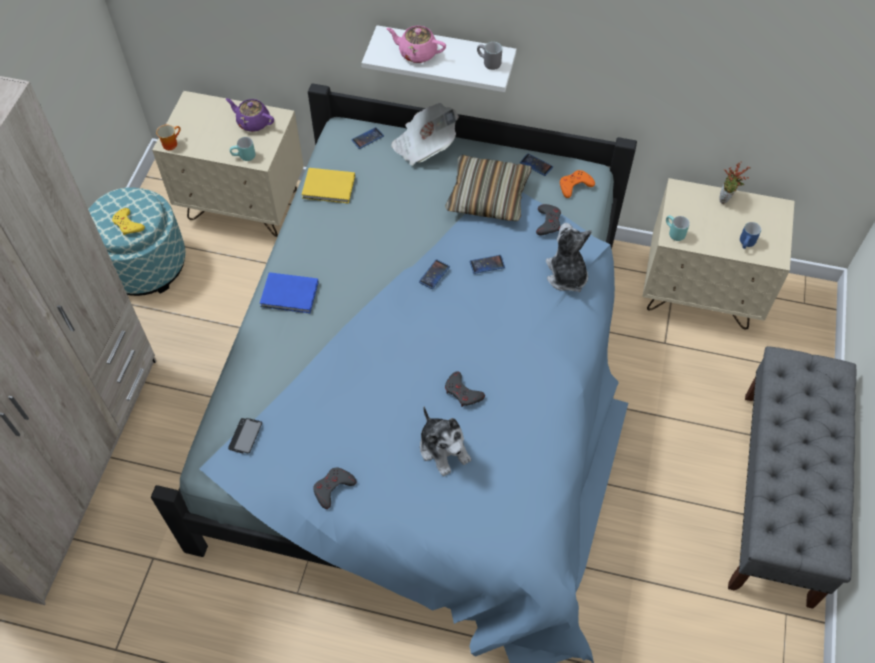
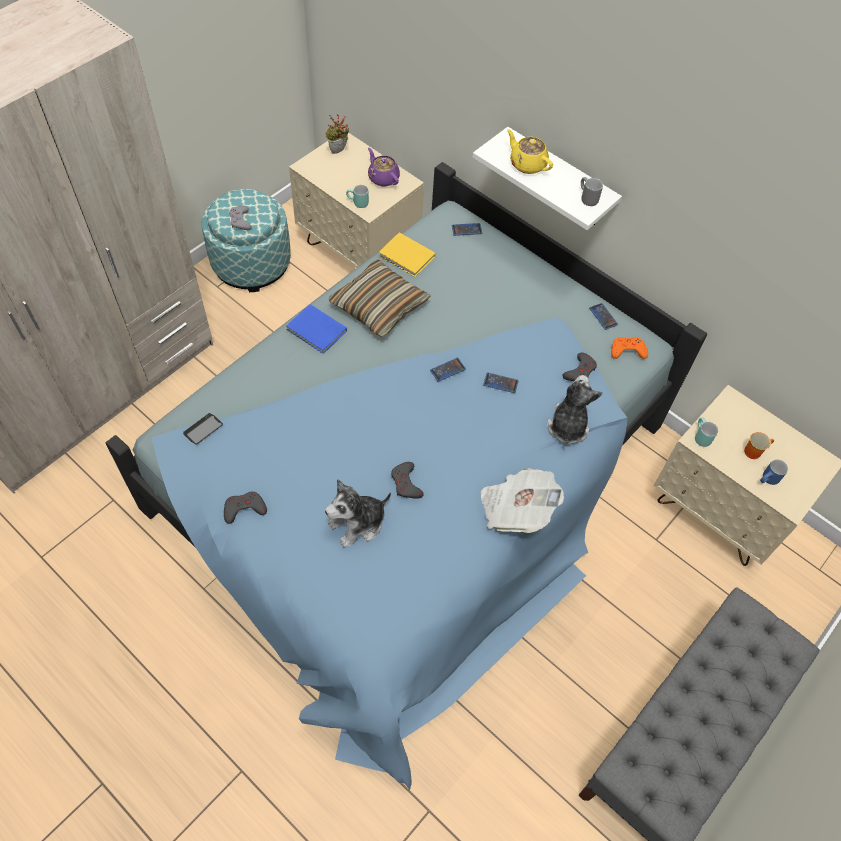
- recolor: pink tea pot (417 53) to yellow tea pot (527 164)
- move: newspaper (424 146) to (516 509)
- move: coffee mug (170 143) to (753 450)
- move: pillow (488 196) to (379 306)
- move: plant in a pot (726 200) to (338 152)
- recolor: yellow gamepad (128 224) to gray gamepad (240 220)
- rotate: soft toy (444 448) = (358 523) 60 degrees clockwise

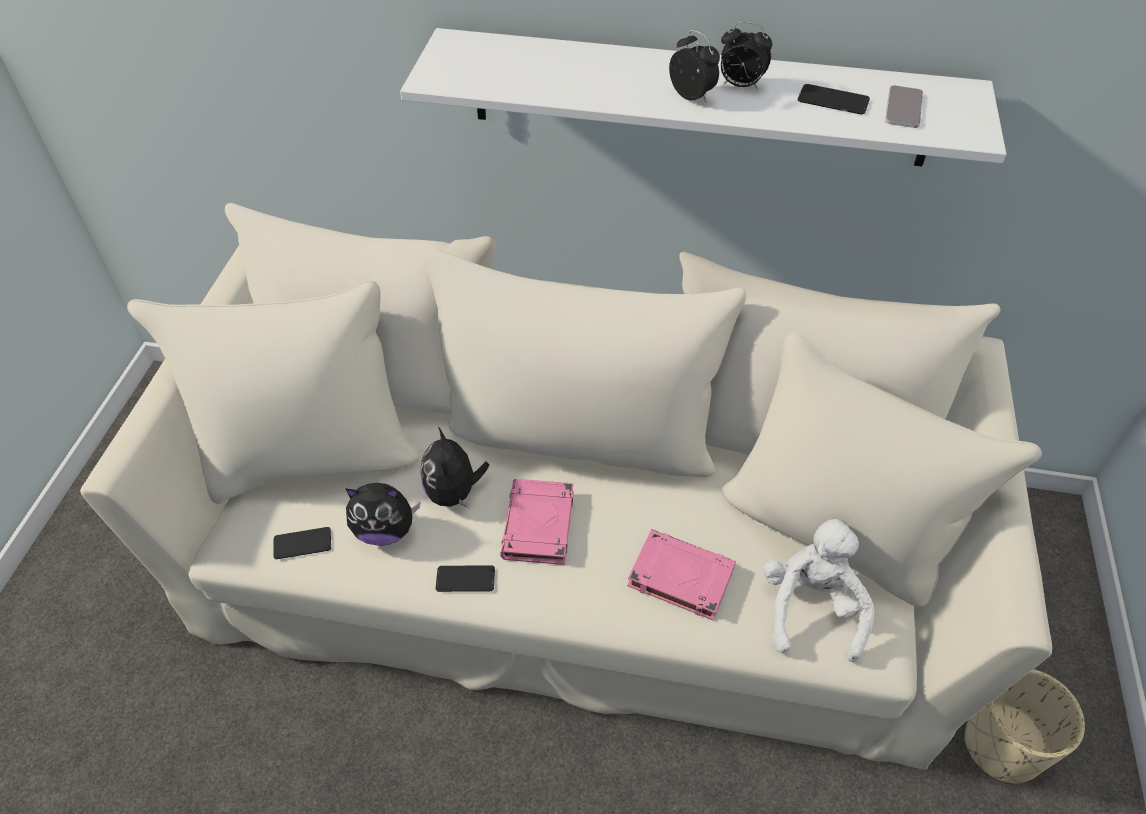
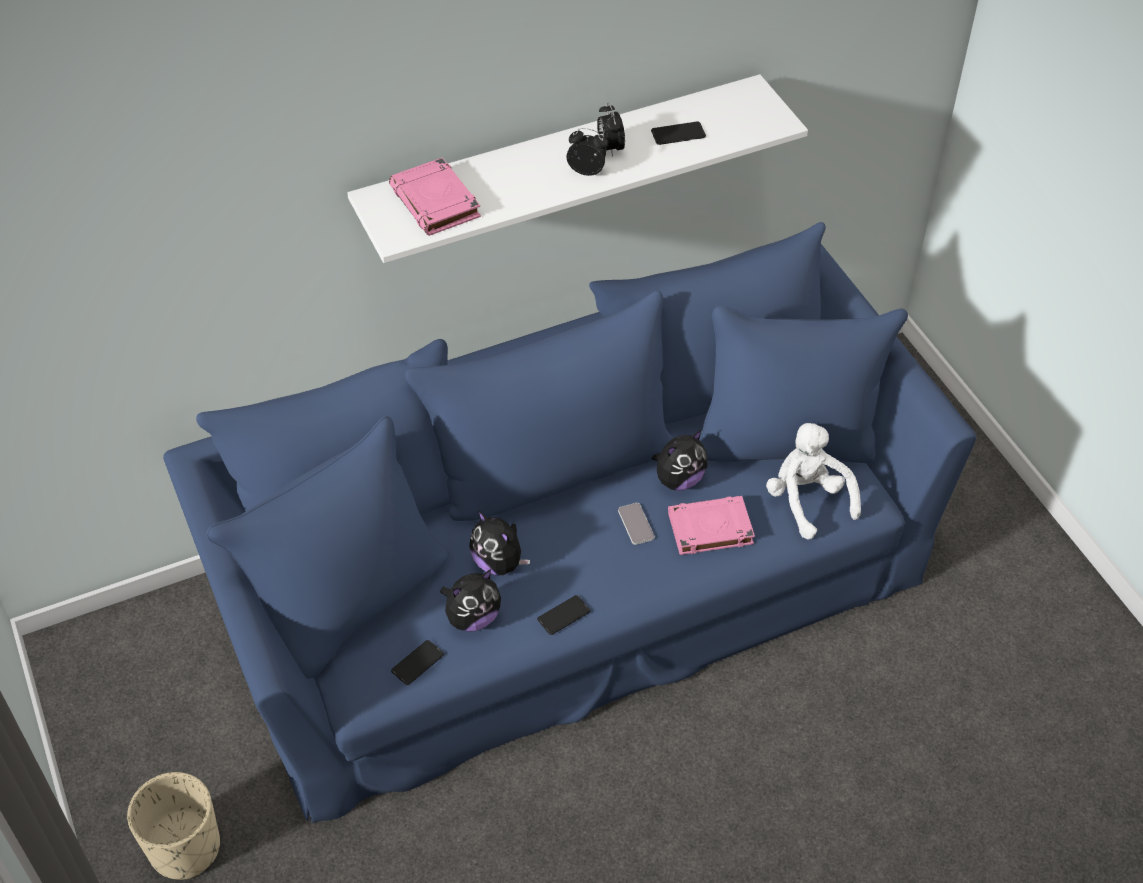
- rotate: alarm clock (740 85) = (610 148) 90 degrees clockwise
- move: phone (903 108) to (636 524)
- recolor: beige couch (573 557) to bluish couch (573 584)
- move: pink bound book (539 526) to (436 203)
- move: beige planter (1002 746) to (185 848)
- insert: soft toy (678 479)

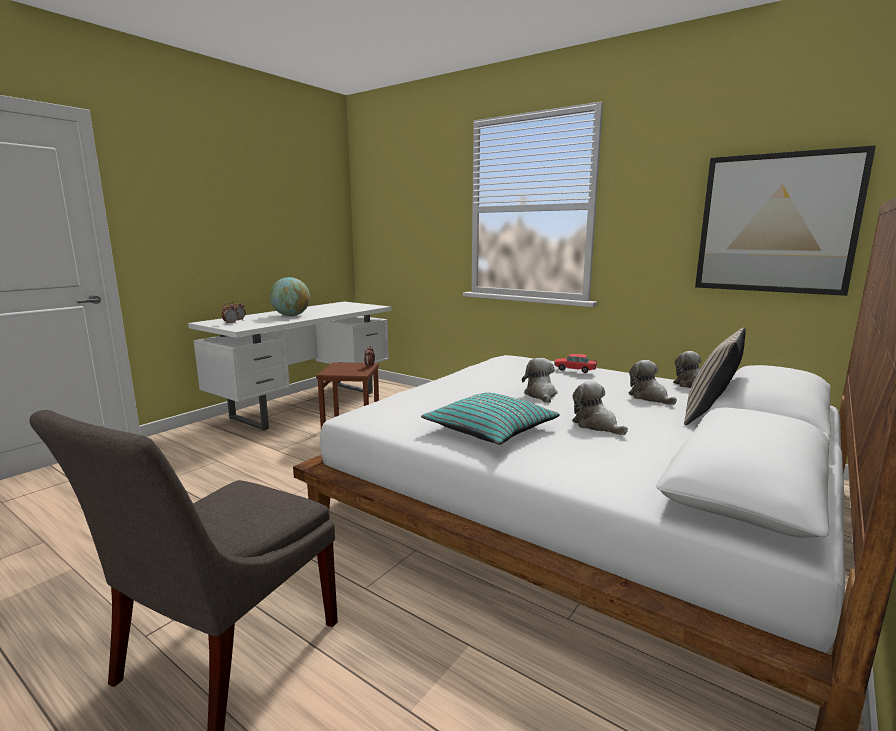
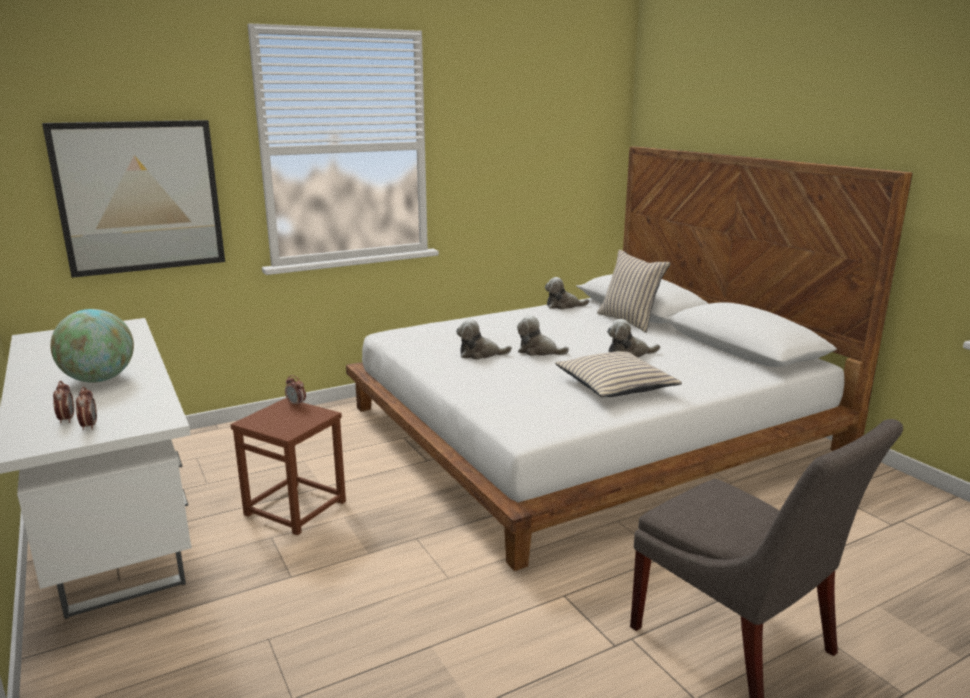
- move: wall art (776 224) to (140 197)
- delete: toy car (574 370)
- move: soft toy (649 397) to (480 354)
- recolor: turquoise pillow (491 429) to beige pillow (615 386)

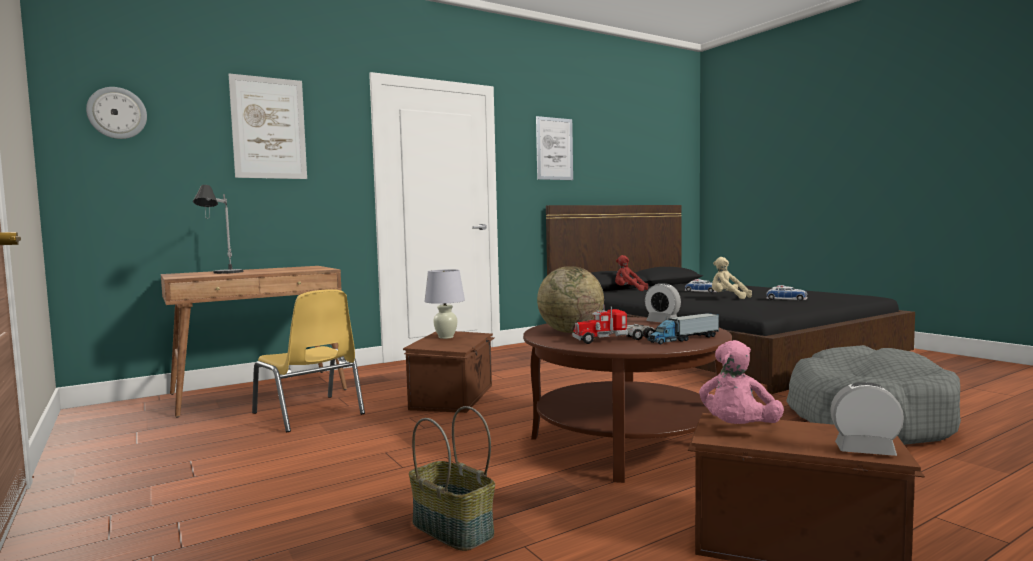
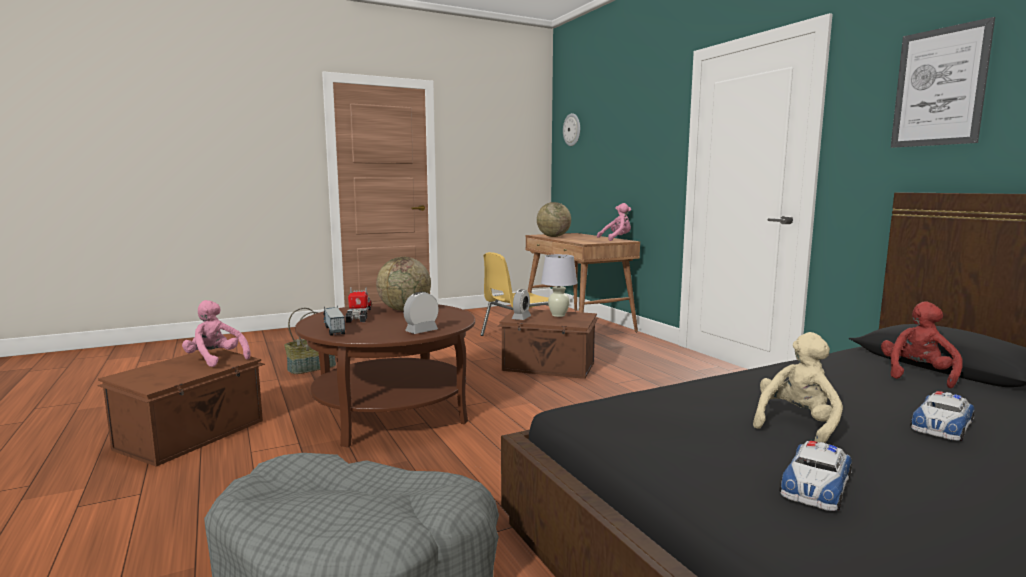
- delete: wall art (269 128)
- replace: tabletop lamp (221 274) to desk globe (553 236)
- move: alarm clock (865 450) to (521 318)
- insert: pink soft toy (616 239)

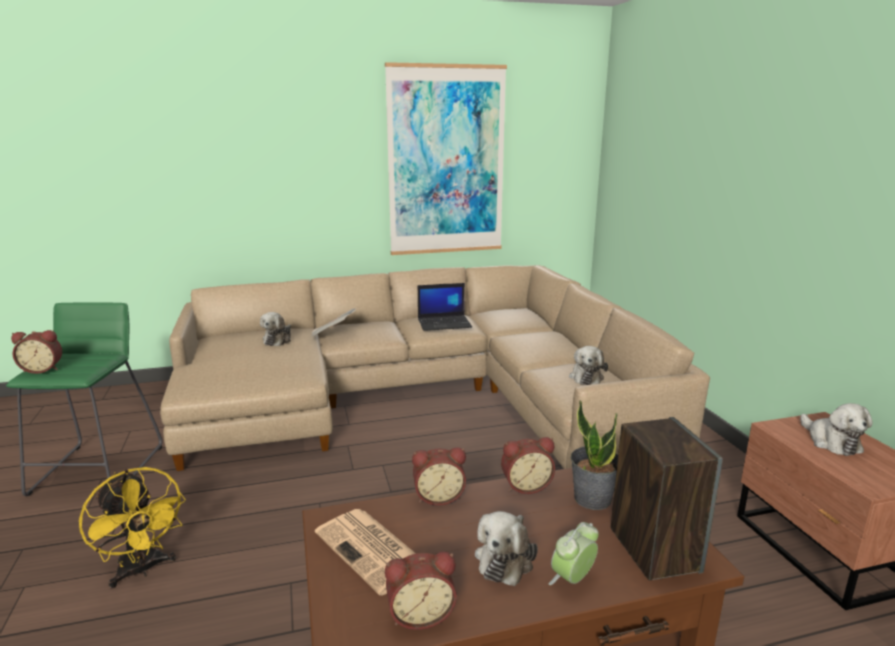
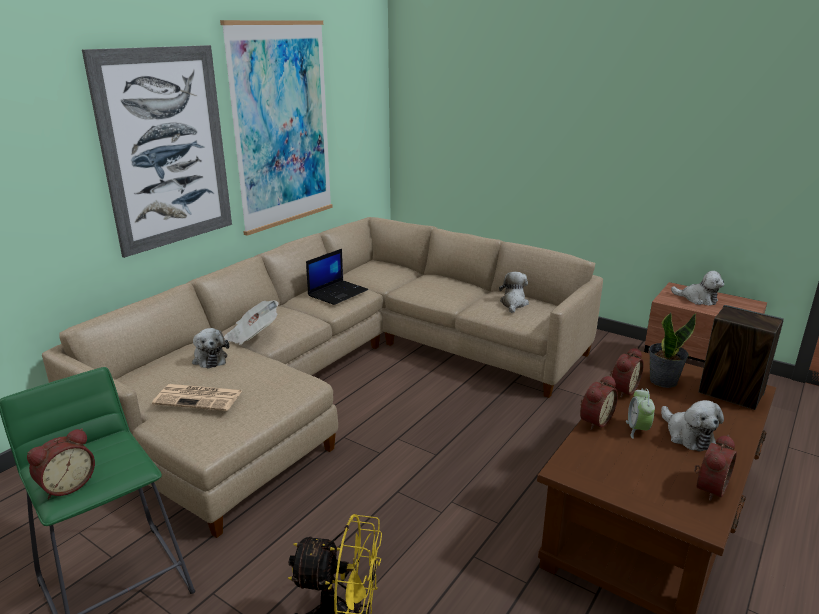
- rotate: soft toy (586 377) = (513 304) 135 degrees counterclockwise
- move: newspaper (373 550) to (199 398)
- move: alarm clock (572 579) to (637 430)
- insert: wall art (166 149)

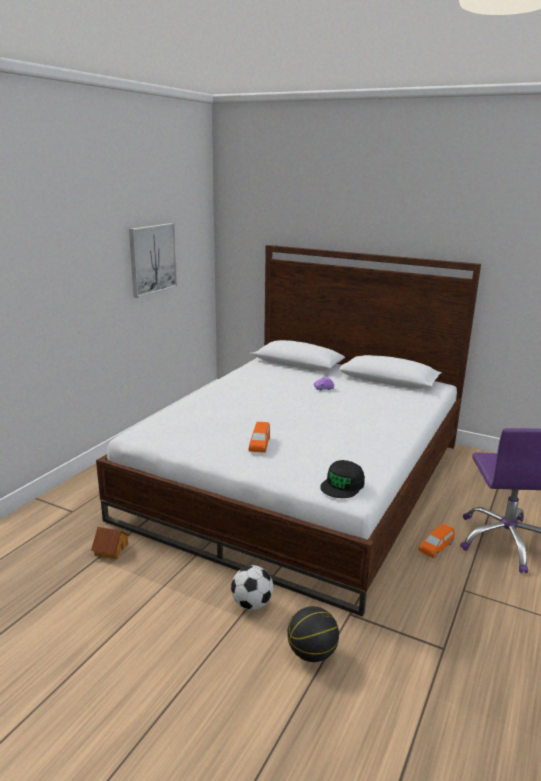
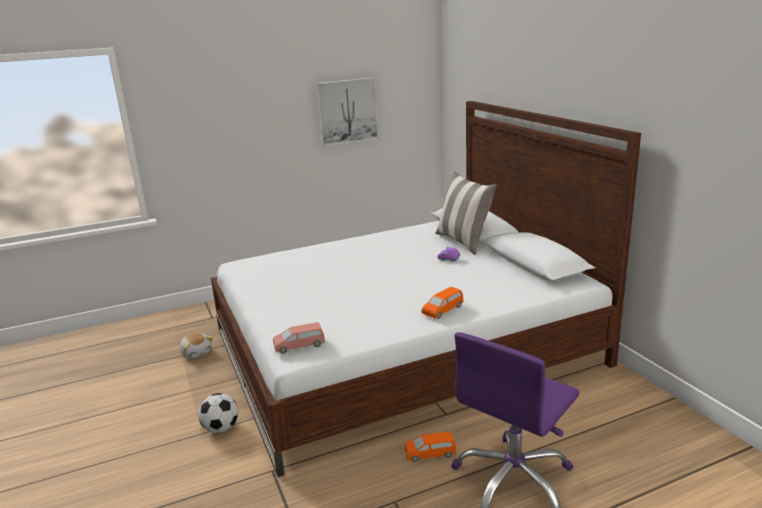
- move: orange-coloured toy car (260 444) to (443 310)
- replace: black-coloured cap (342 485) to pink toy car (299 346)
- replace: miniature house (111 549) to soft toy (197 352)
- delete: basketball ball (311 653)
- insert: pillow (464 242)

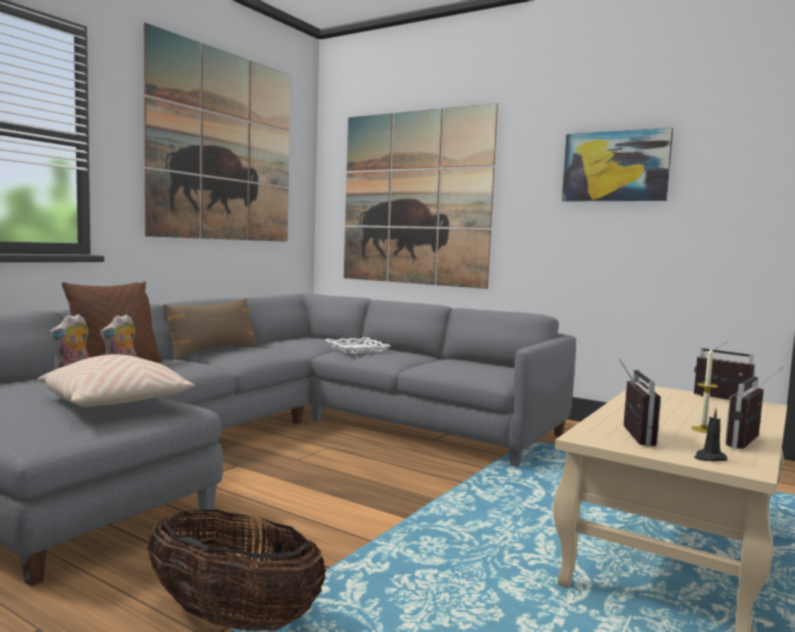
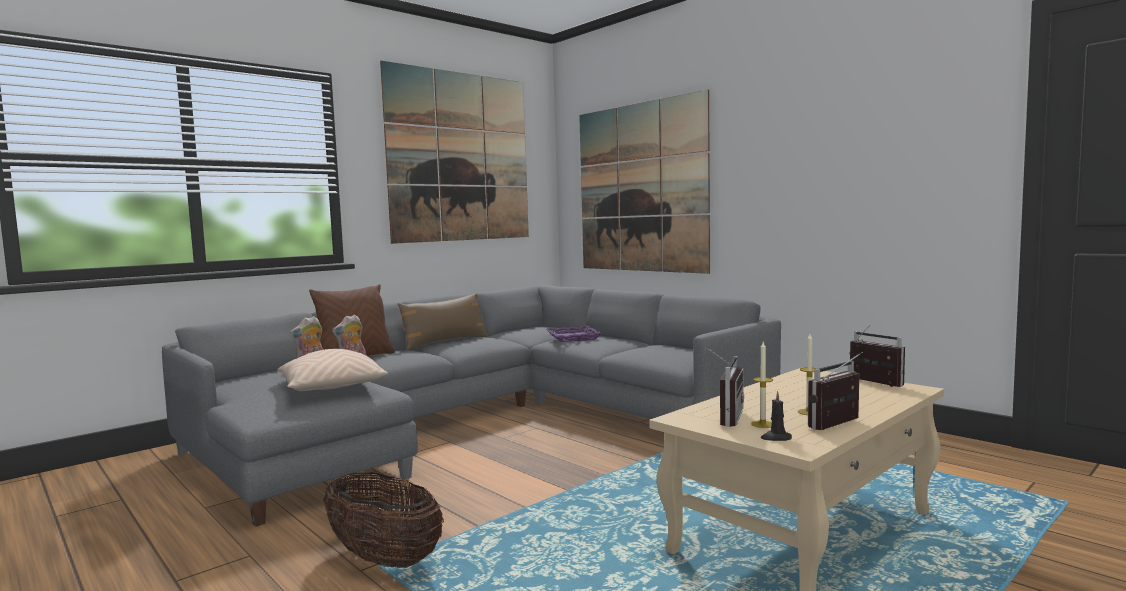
- delete: wall art (615 166)
- recolor: white serving tray (356 349) to purplish serving tray (572 337)
- insert: wax light (762 424)

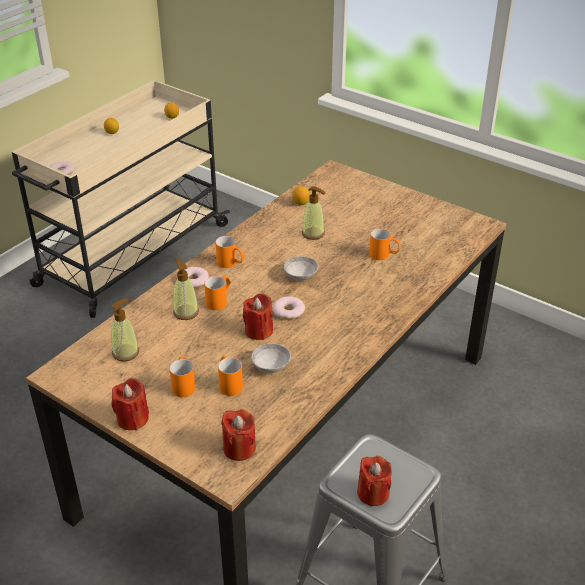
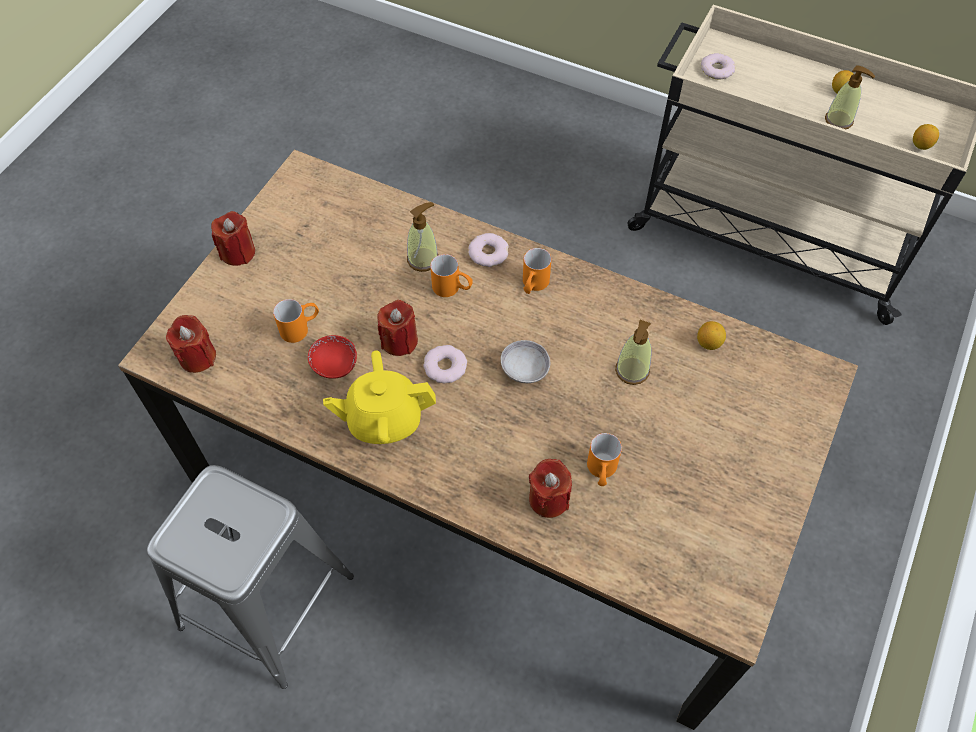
- move: soap dispenser (126 352) to (839 120)
- recolor: gray bowl (271 366) to red bowl (334 365)
- delete: orange-coloured coffee mug (183 384)
- move: red wax light (373 493) to (548 499)
- insert: yellow tea pot (384 419)

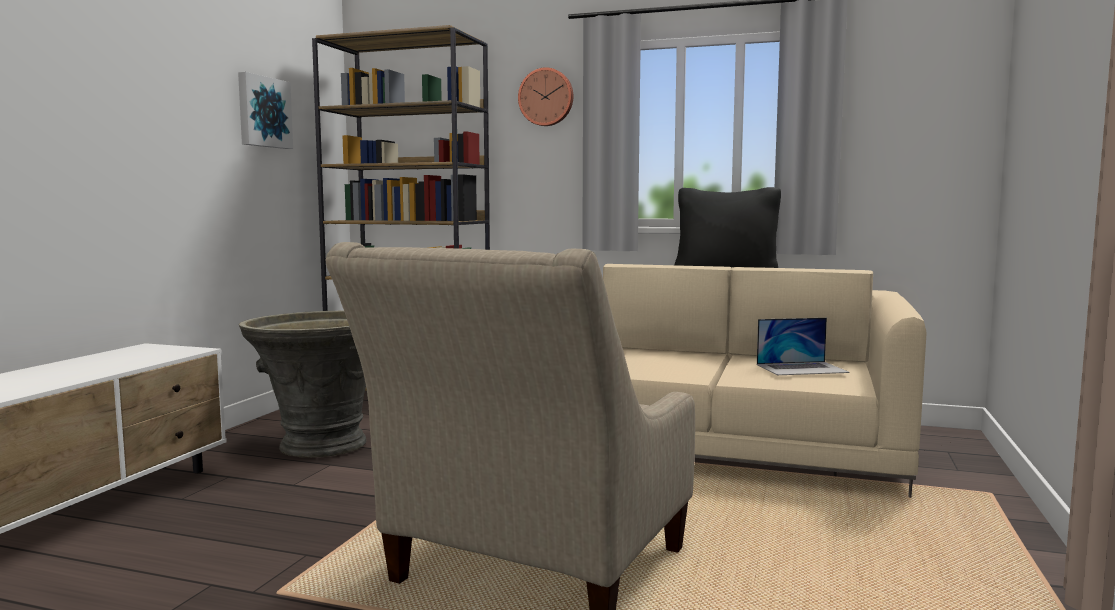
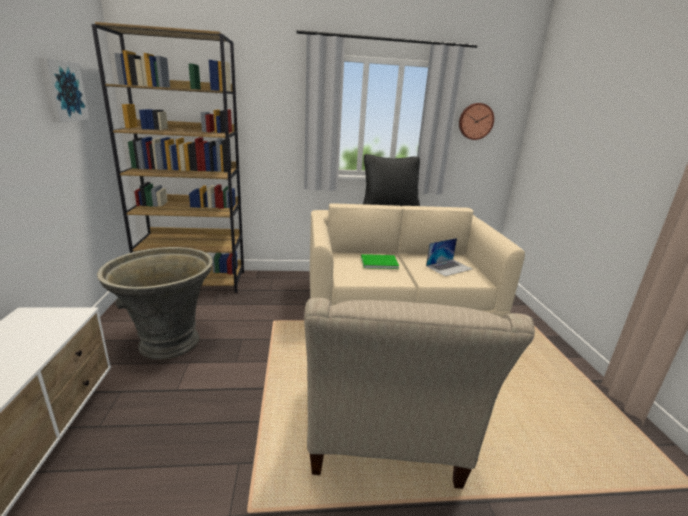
- move: hanging clock (546 97) to (475 121)
- insert: green-coloured bound book (378 262)

